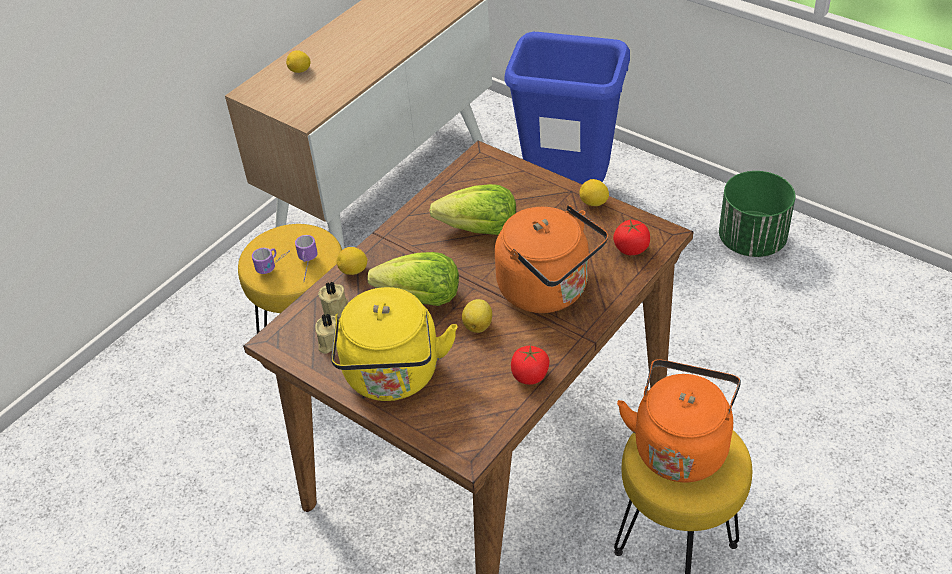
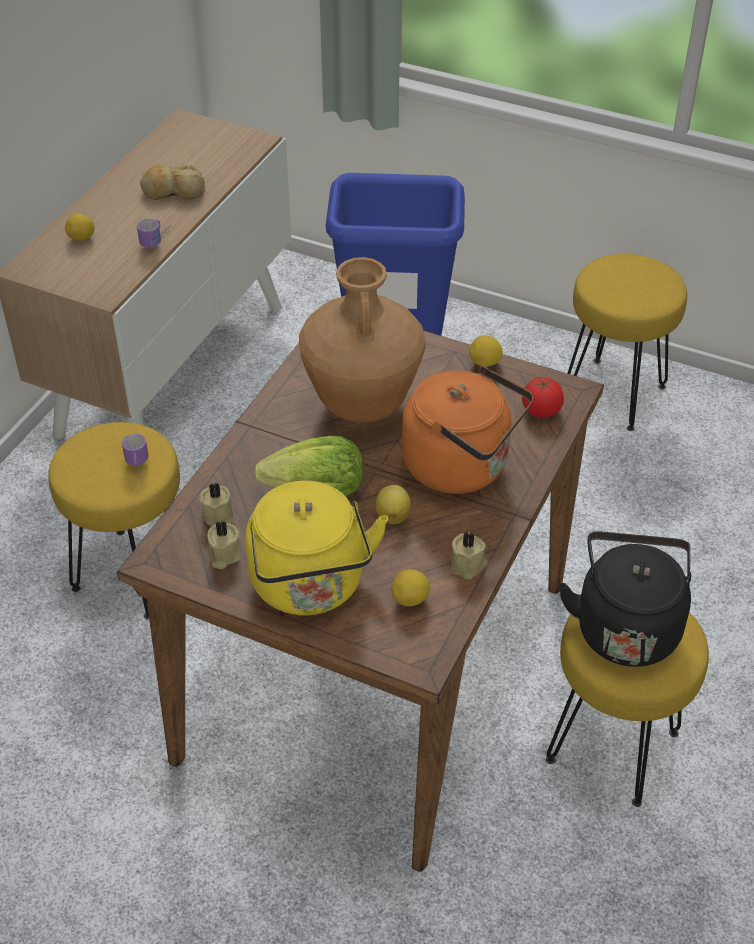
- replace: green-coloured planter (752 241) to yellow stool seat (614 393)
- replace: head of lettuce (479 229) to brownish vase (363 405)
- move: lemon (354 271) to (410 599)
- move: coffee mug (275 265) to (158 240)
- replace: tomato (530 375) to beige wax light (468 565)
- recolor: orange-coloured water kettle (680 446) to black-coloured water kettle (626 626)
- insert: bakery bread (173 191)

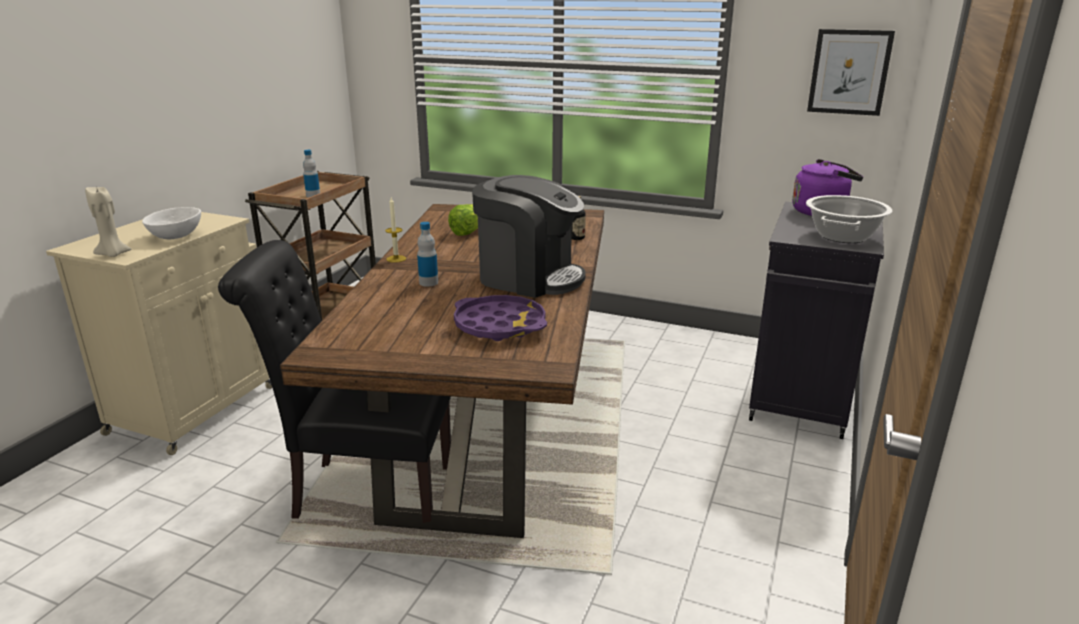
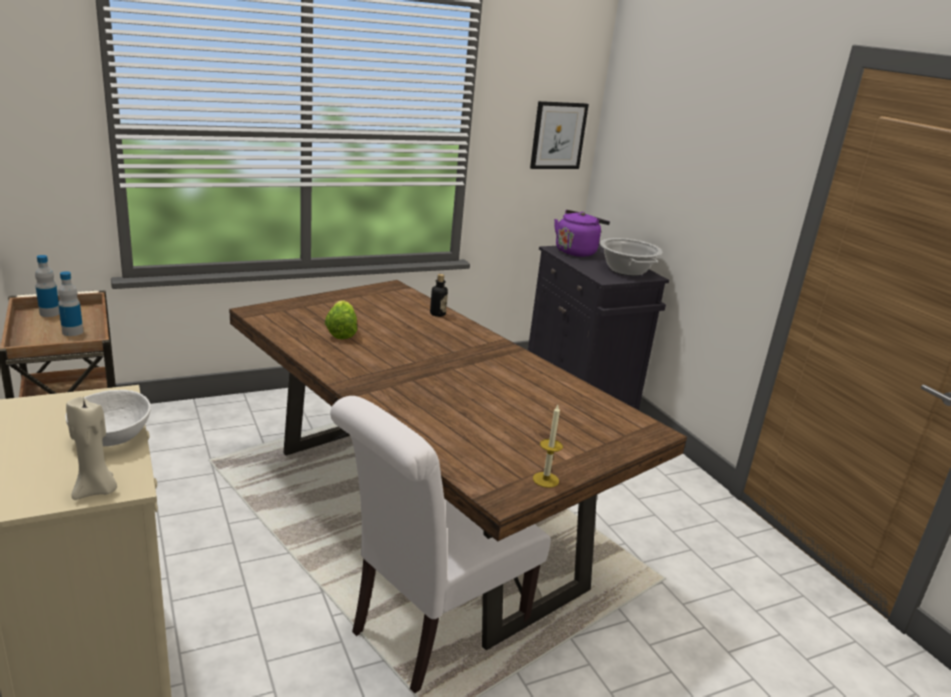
- delete: coffee machine (529 277)
- move: wax light (396 259) to (545 480)
- move: bottle (428 283) to (49 313)
- recolor: black-coloured chair (364 492) to white chair (431 632)
- delete: purplish serving tray (500 325)

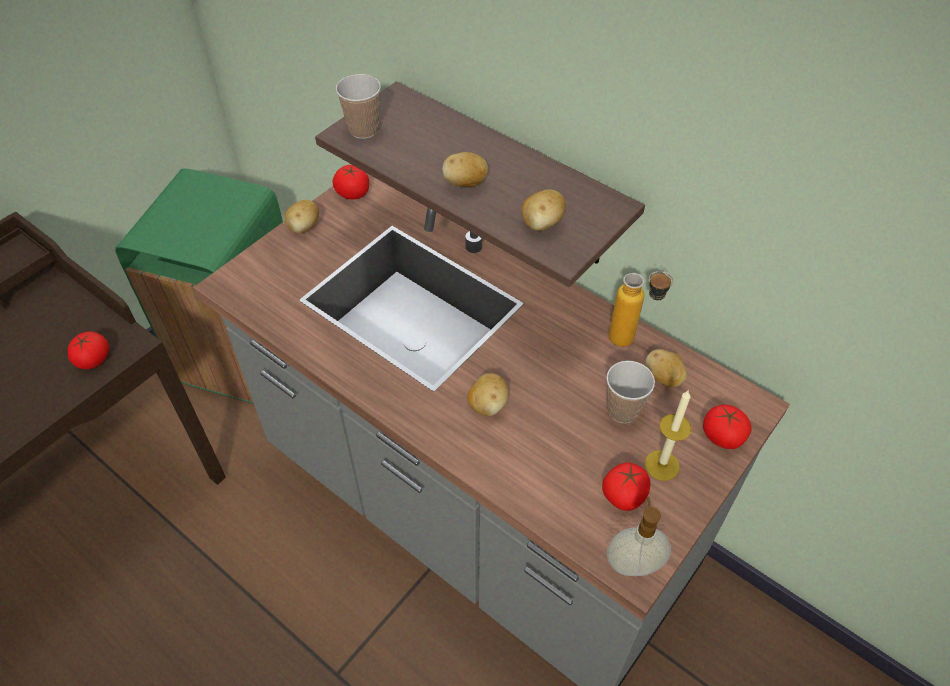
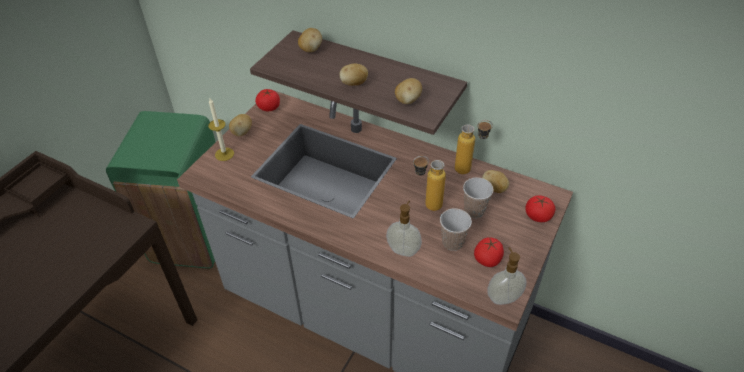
- move: small cup (363 130) to (452 243)
- delete: tomato (94 359)
- move: potato (487 405) to (311 49)
- move: wax light (662 465) to (224 154)
- insert: bottle (426 205)
- insert: soap dispenser (403 250)

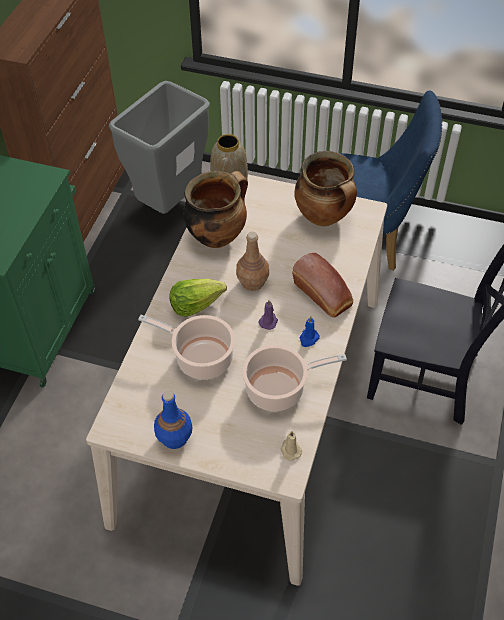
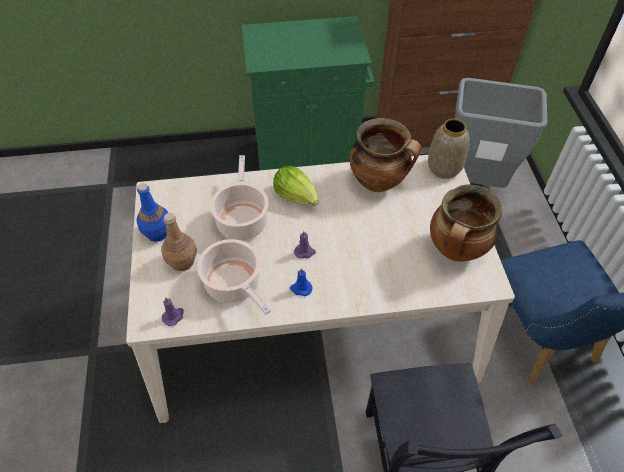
- move: brownish bottle (253 282) to (182 262)
- delete: bakery bread (324 295)
- recolor: beige wax light (290 450) to purplish wax light (173 316)

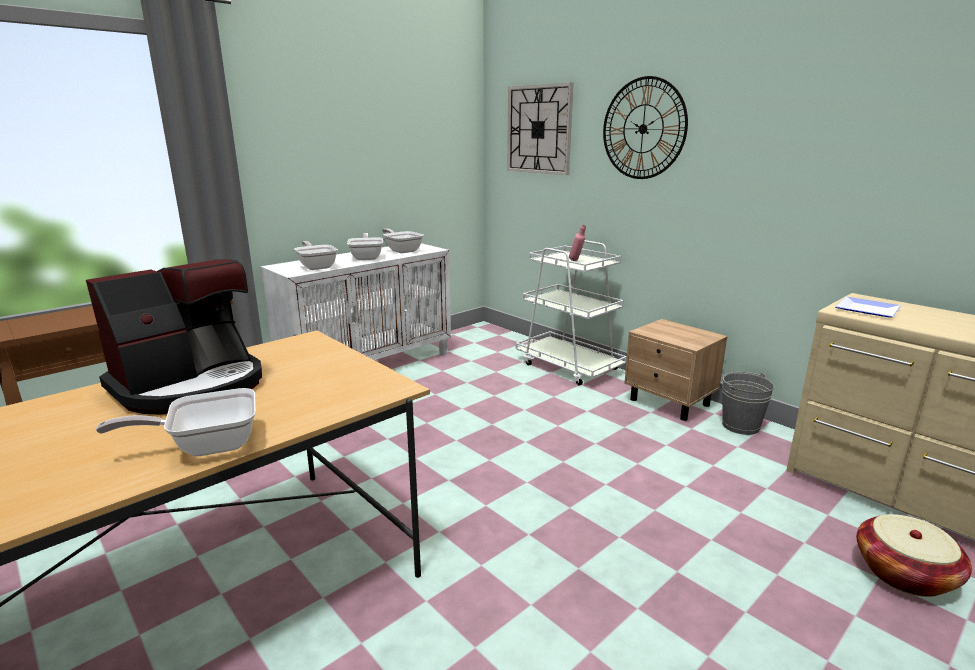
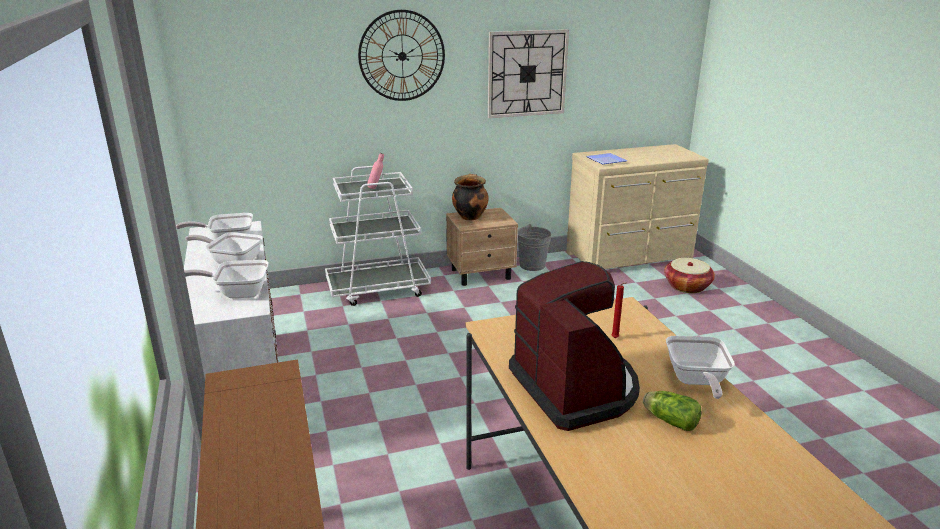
- move: hanging clock (539 129) to (527 73)
- insert: stockpot (470 216)
- insert: red wax light (616 338)
- insert: head of lettuce (669 420)

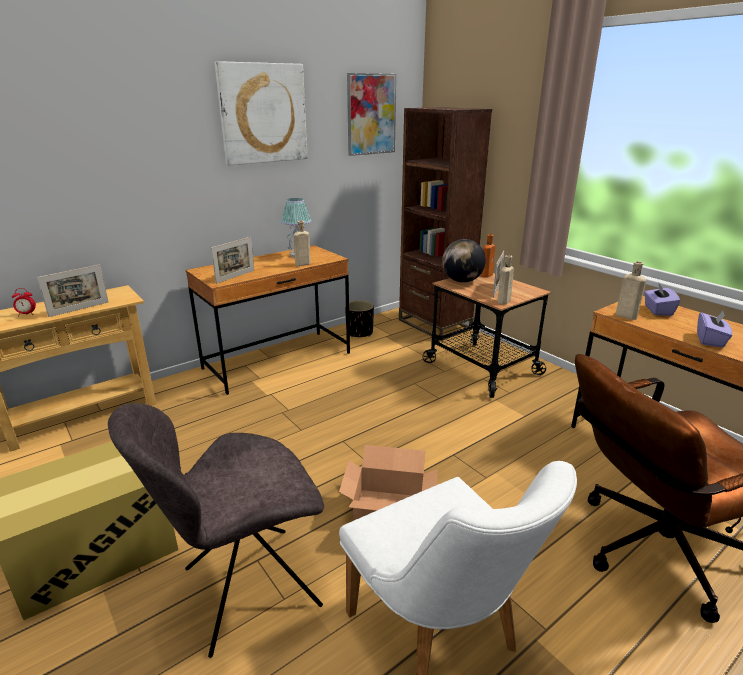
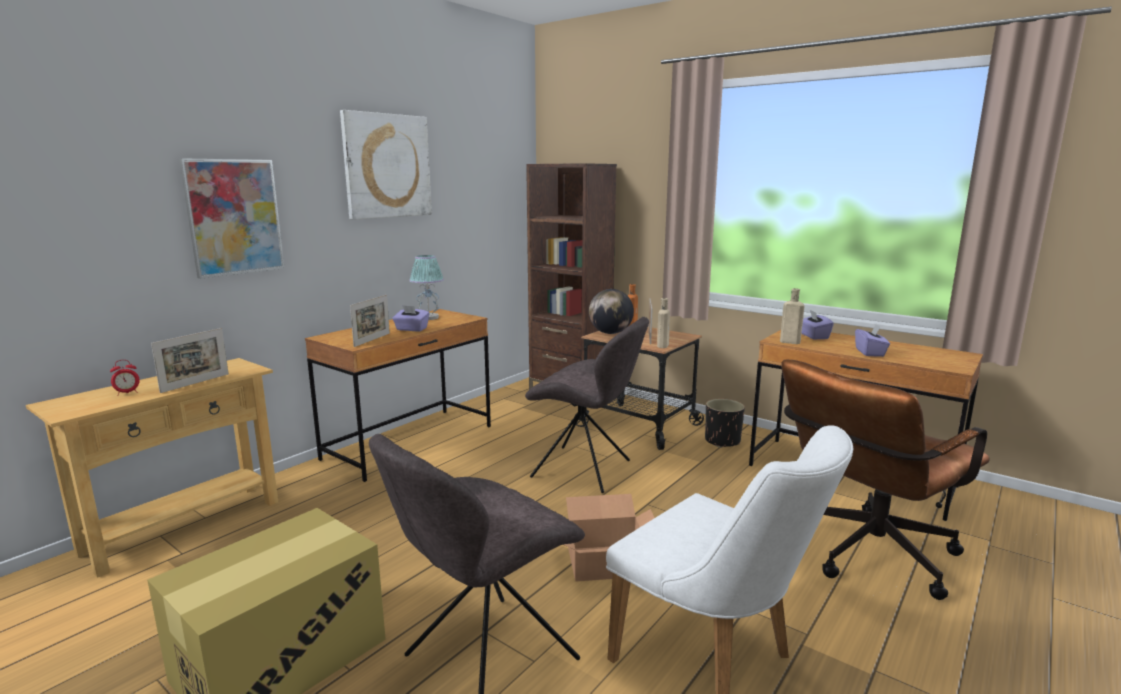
- move: wall art (371 114) to (234 217)
- delete: beige bottle (301 264)
- move: black-coloured planter (359 333) to (722 441)
- insert: purplish tissue holder (411 329)
- insert: gray chair (585 470)

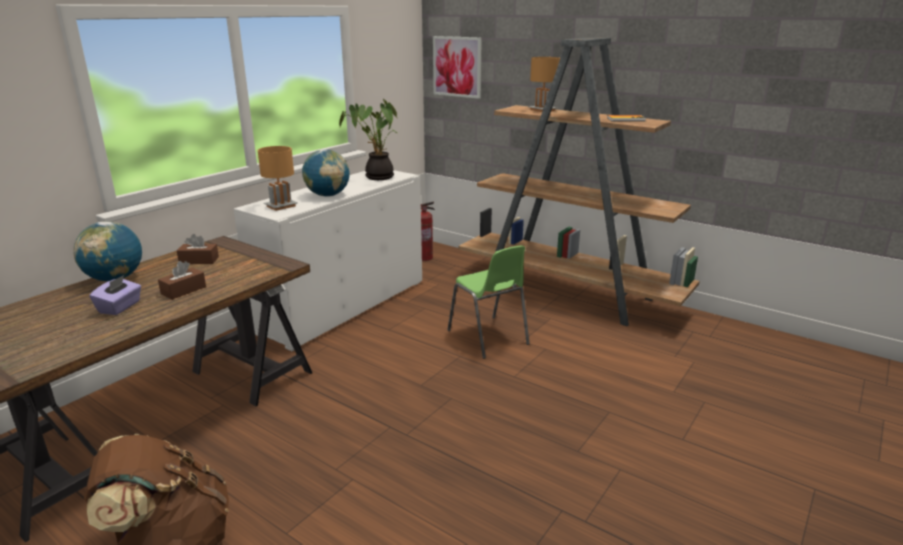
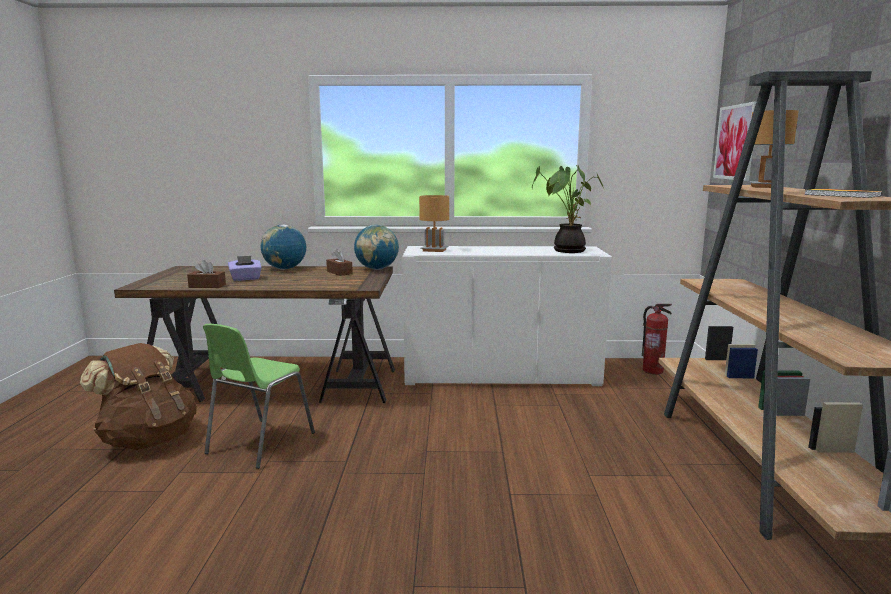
- move: desk globe (327 195) to (377 269)
- move: green-coloured chair (488 338) to (259 443)
- move: brownish tissue holder (183 290) to (207 286)

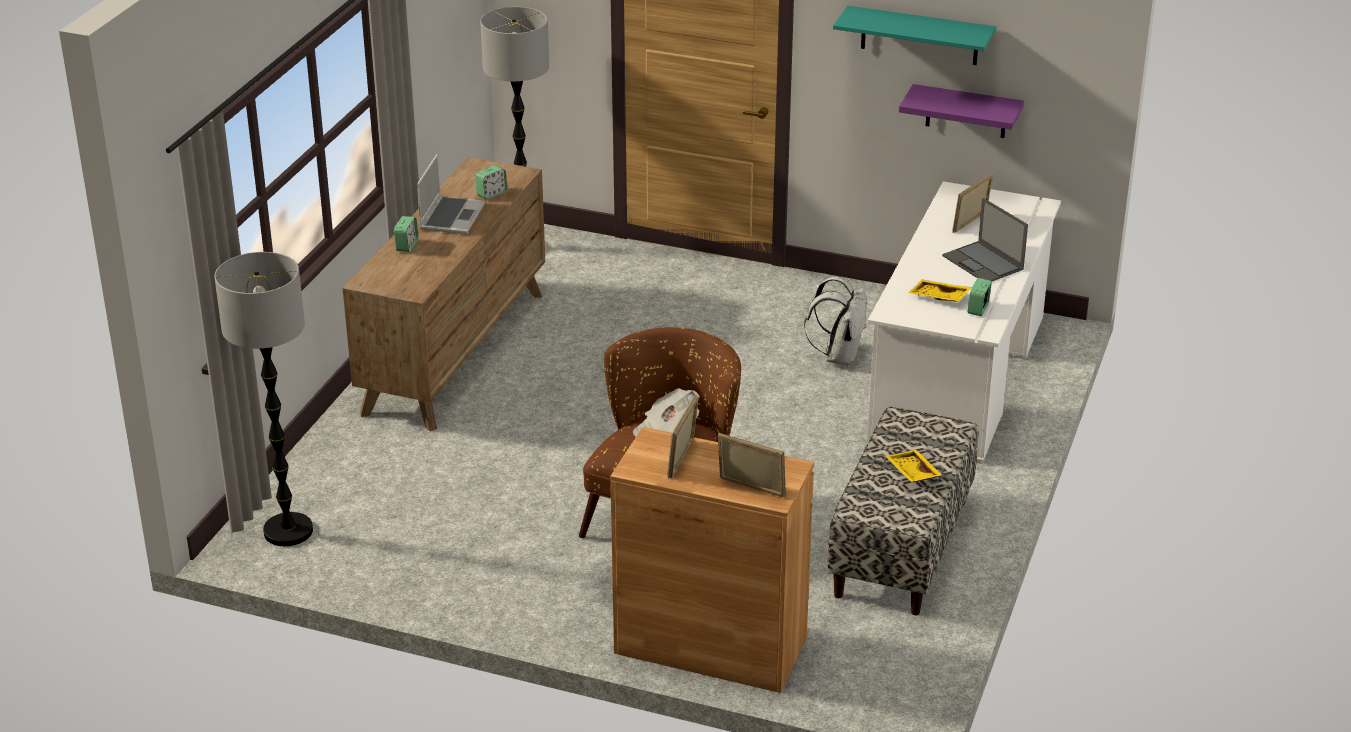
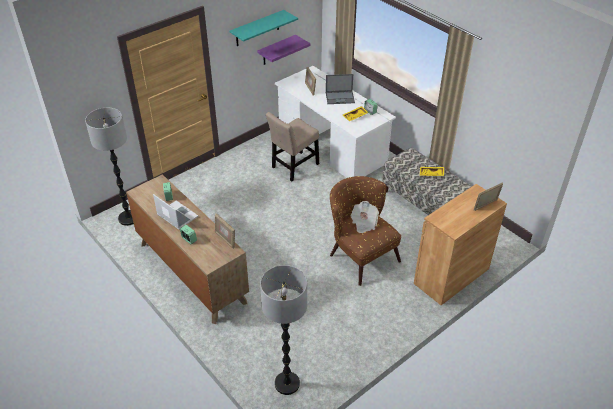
- replace: white knapsack (839 356) to beige chair (293 167)
- move: standing frame (682 459) to (225 239)

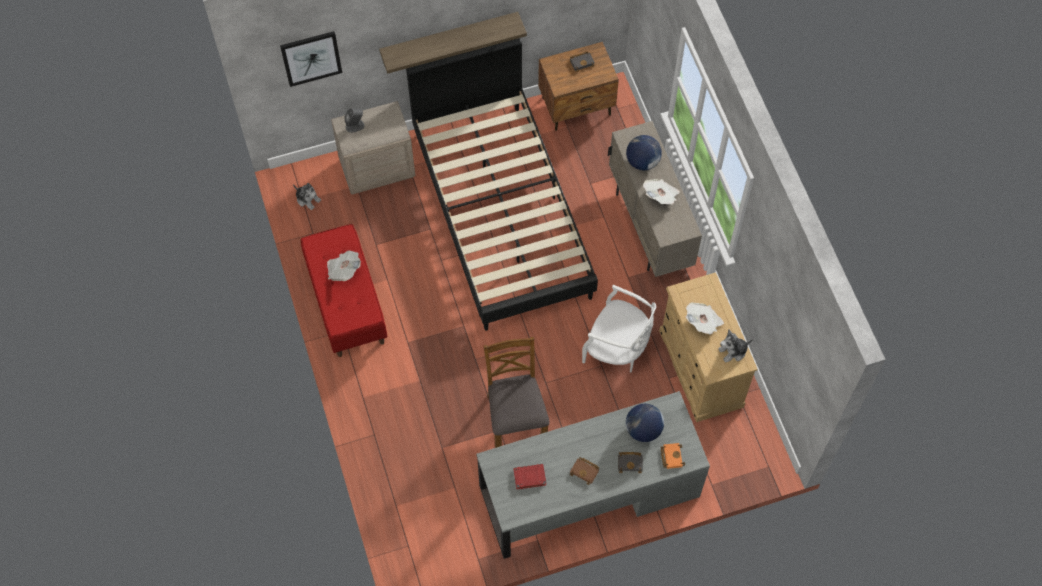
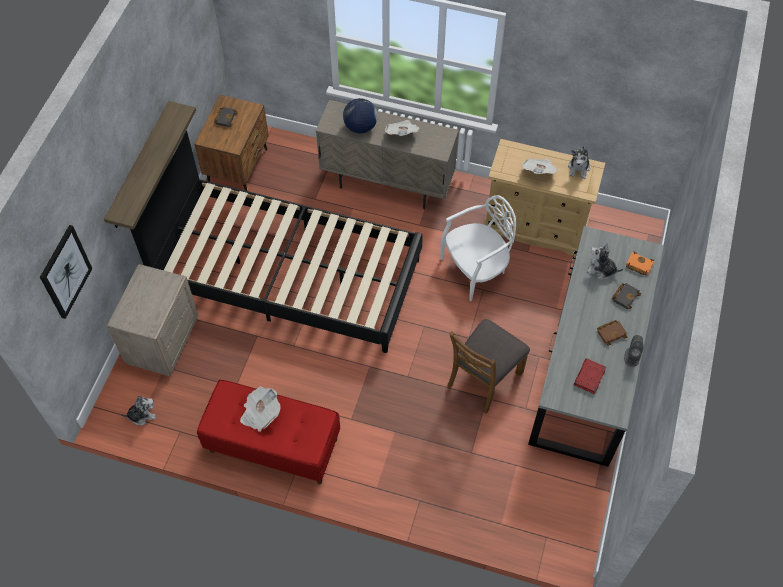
- move: gray loudspeaker (355 126) to (632 356)
- rotate: brownish chair (515 417) = (484 379) 75 degrees counterclockwise
- replace: desk globe (643 430) to soft toy (601 270)

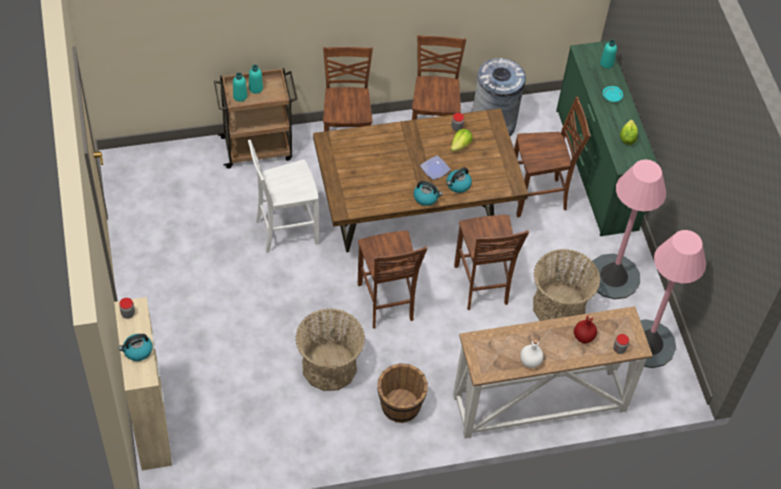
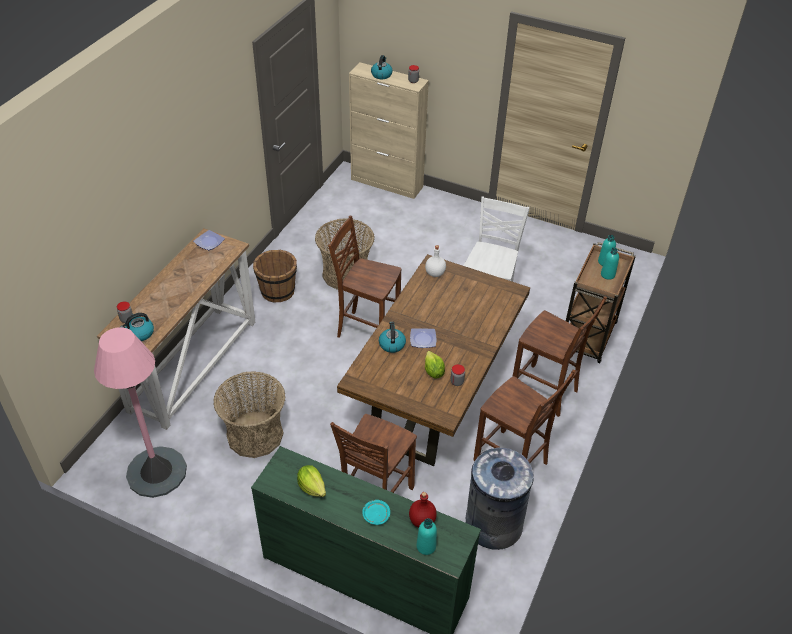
- delete: pink floor lamp (613 277)
- move: water kettle (426 197) to (139 334)
- delete: brownish chair (481 286)
- move: red bottle (584 337) to (421 520)
- move: white bottle (530 361) to (434 273)
- insert: plate (208 242)

